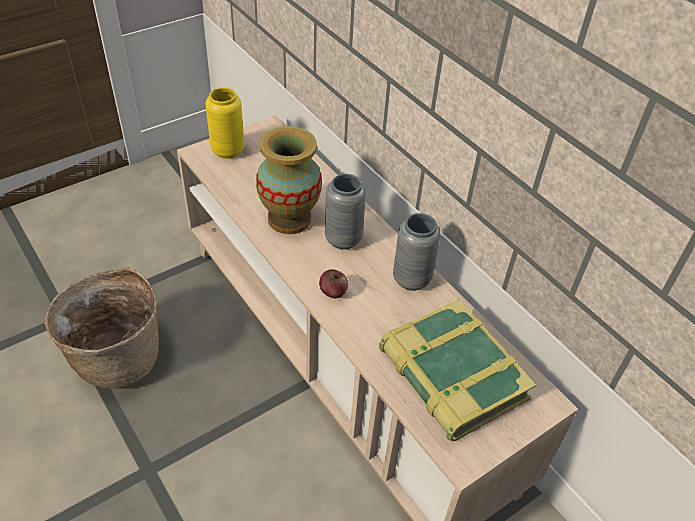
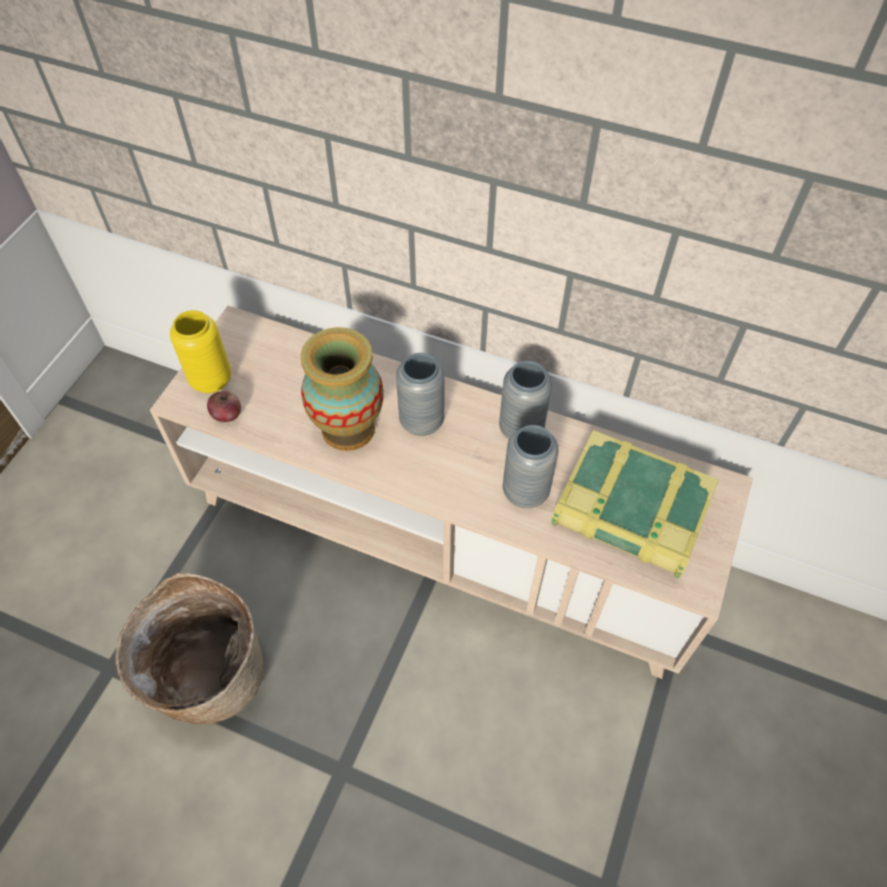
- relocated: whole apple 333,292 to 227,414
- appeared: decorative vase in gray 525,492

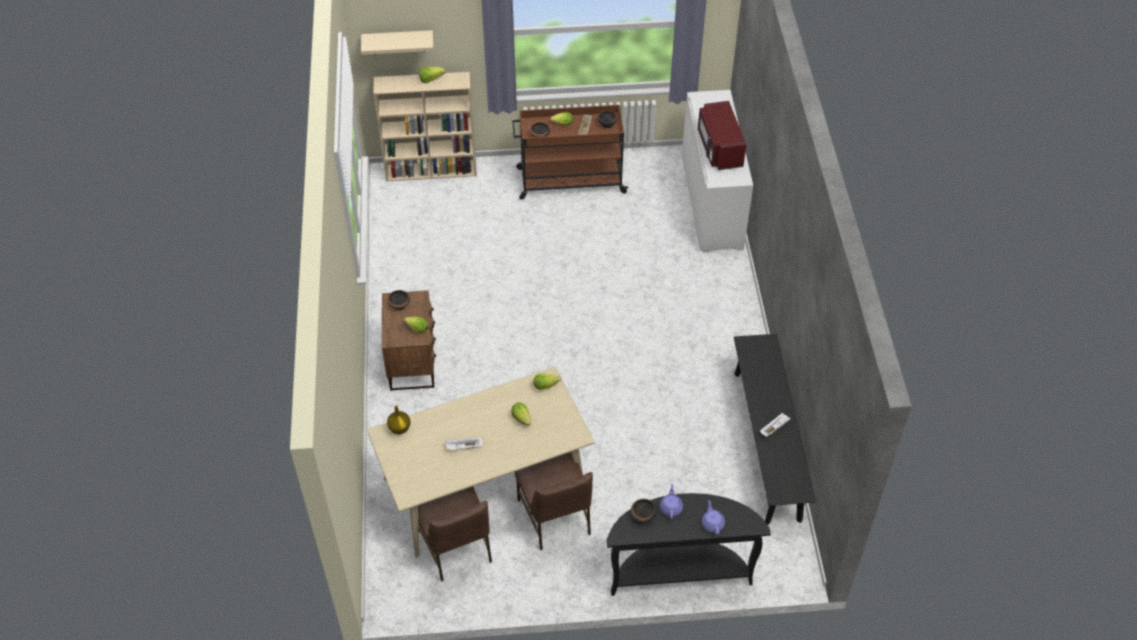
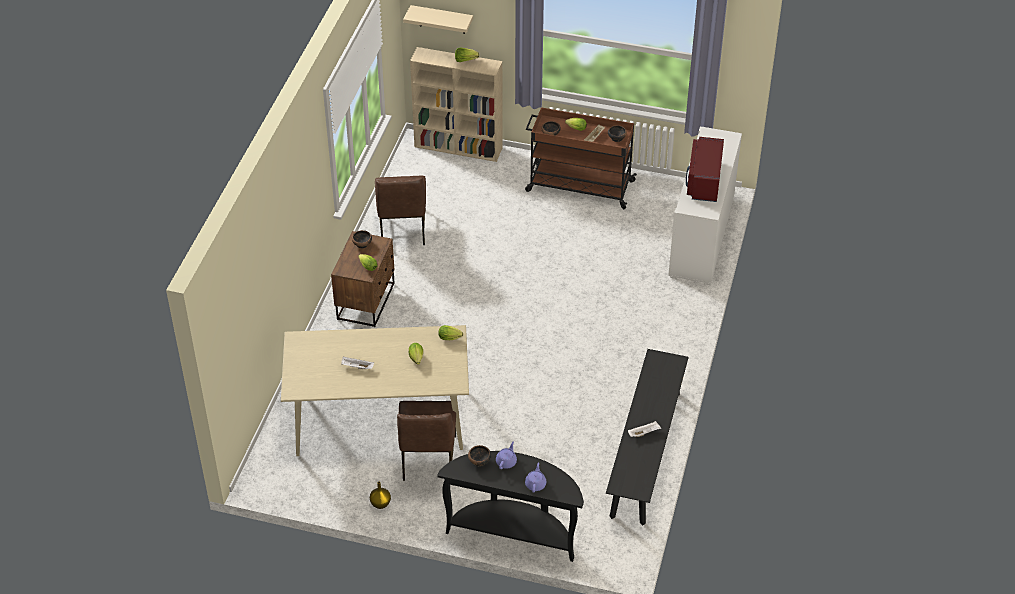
- relocated: decorative vase in yellowish 399,428 to 380,503
- relocated: upright chair in brown-coloured 455,547 to 402,229

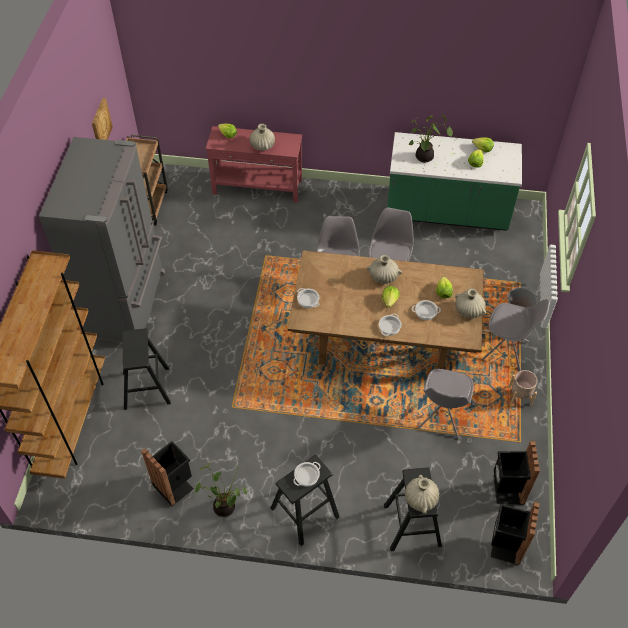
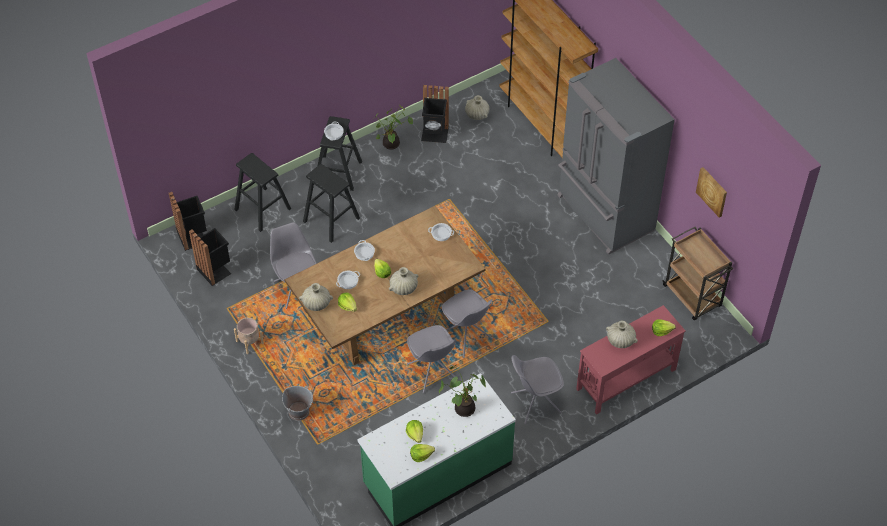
- relocated: upright chair in gray 506,351 to 534,403
- relocated: sitting stool in black 146,387 to 331,220
- relocated: decorative vase in beige-coloured 420,499 to 477,114

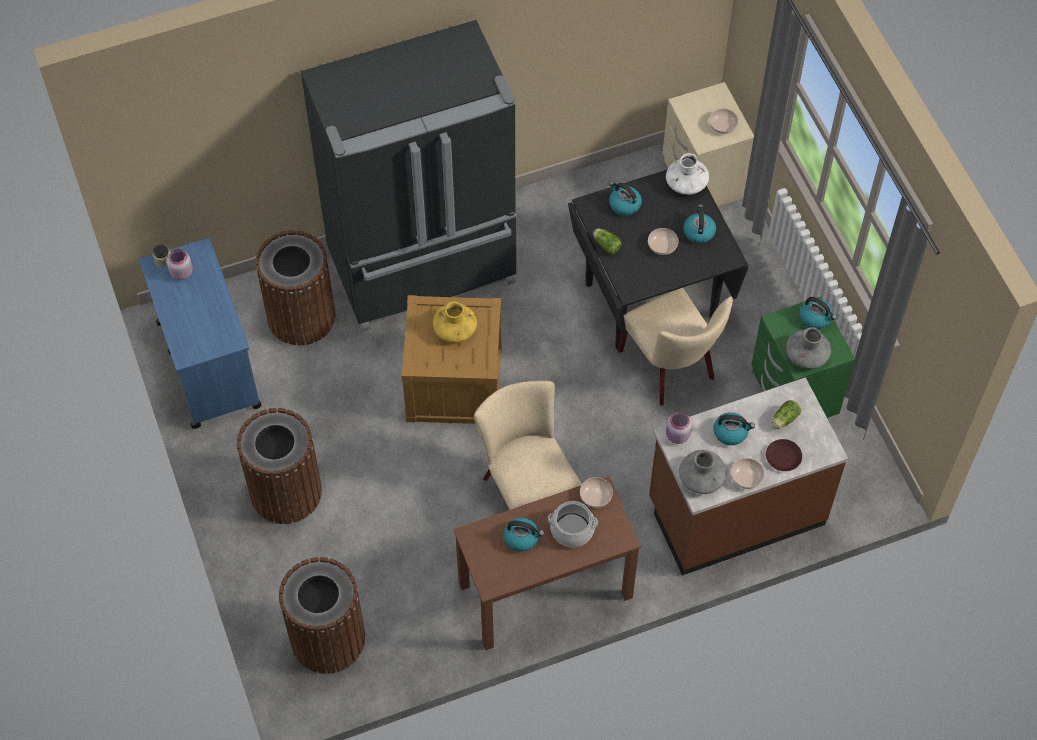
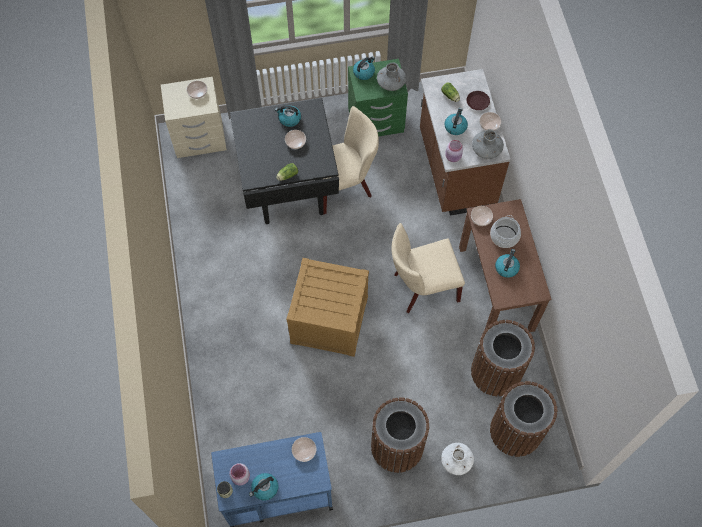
- missing: fridge in black 424,268
- relocated: decorative vase in white 686,183 to 456,461
- relocated: water kettle 624,204 to 264,488
- relocated: rubbish bin in brown-coloured 301,316 to 496,372
- missing: decorative vase in yellowish 455,329
- appeared: bowl 304,451

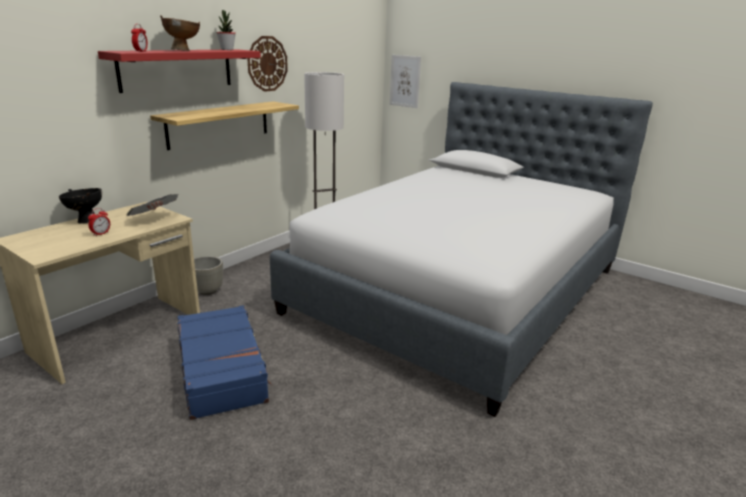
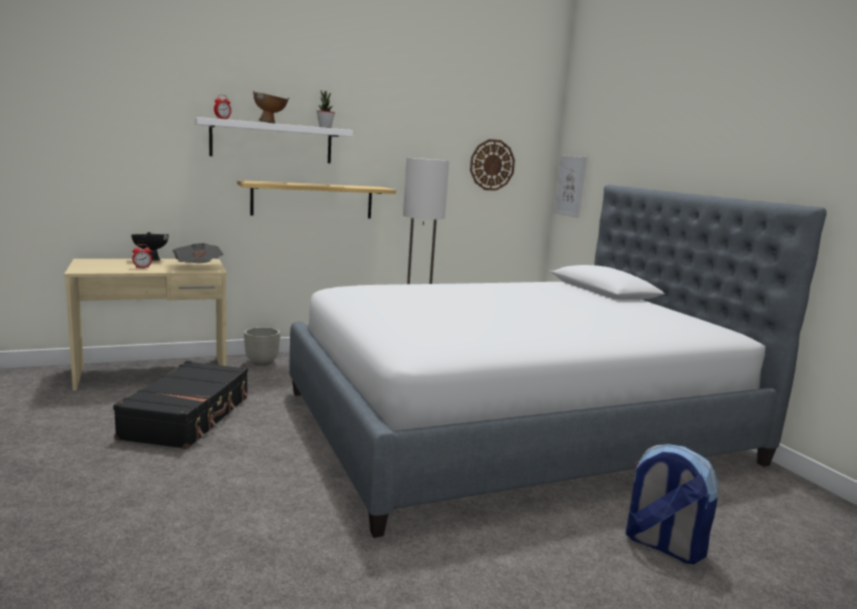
- relocated: wall clock 267,64 to 492,165
- colour: shelf in red-coloured 177,69 to shelf in white 272,142
- colour: suitcase in blue 222,370 to suitcase in black 188,417
- appeared: backpack 662,545

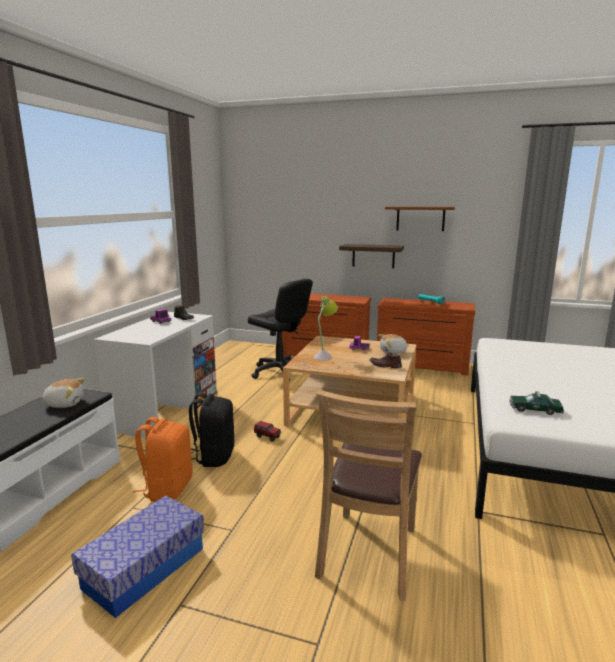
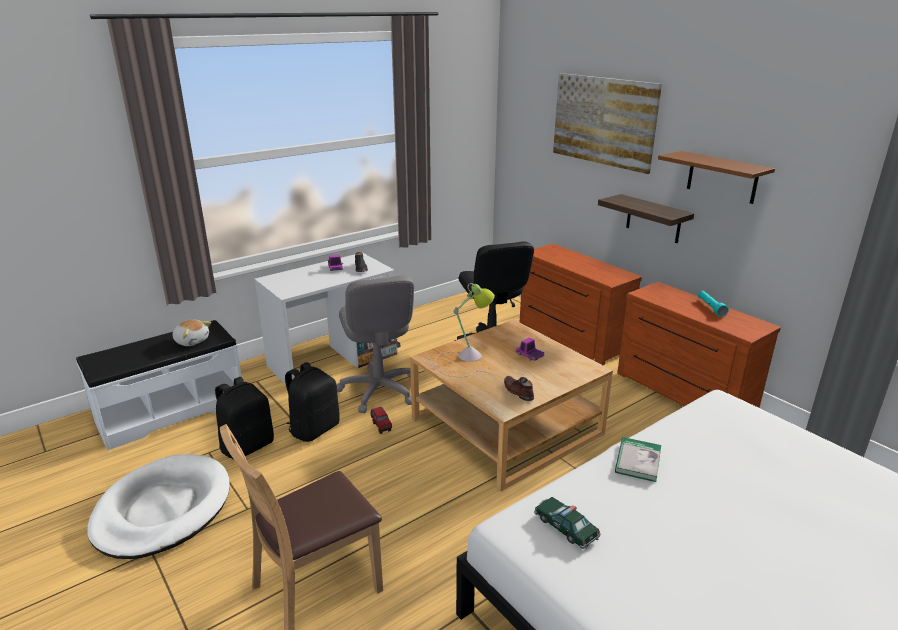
- missing: plush toy 393,352
- colour: backpack in orange 167,489 to backpack in black 247,446
- exchanged: storage box 144,568 to dog bed in white 163,509
- appeared: wall picture 603,121
- appeared: office chair in gray 379,390
- appeared: bound book 637,461

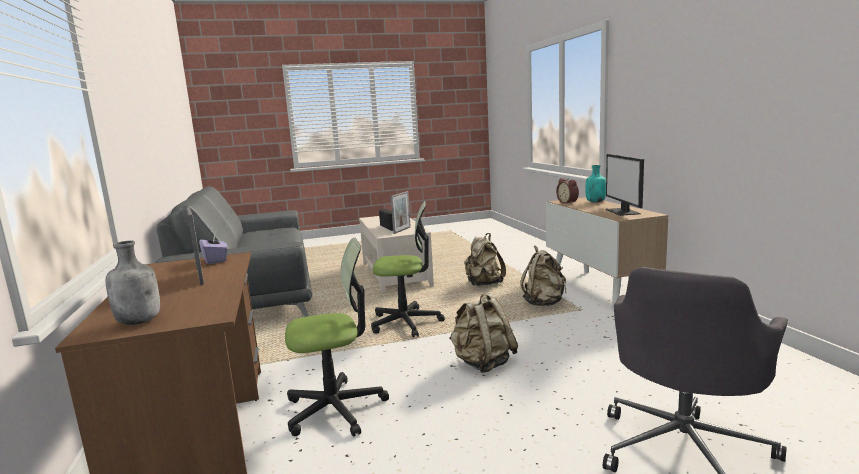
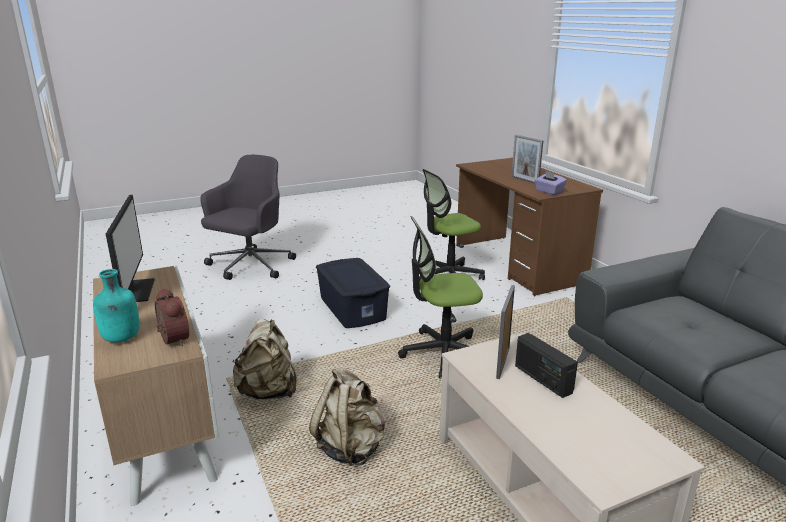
- missing: bottle in gray 140,321
- exchanged: backpack in beige-coloured 483,363 to storage box in blue 352,308

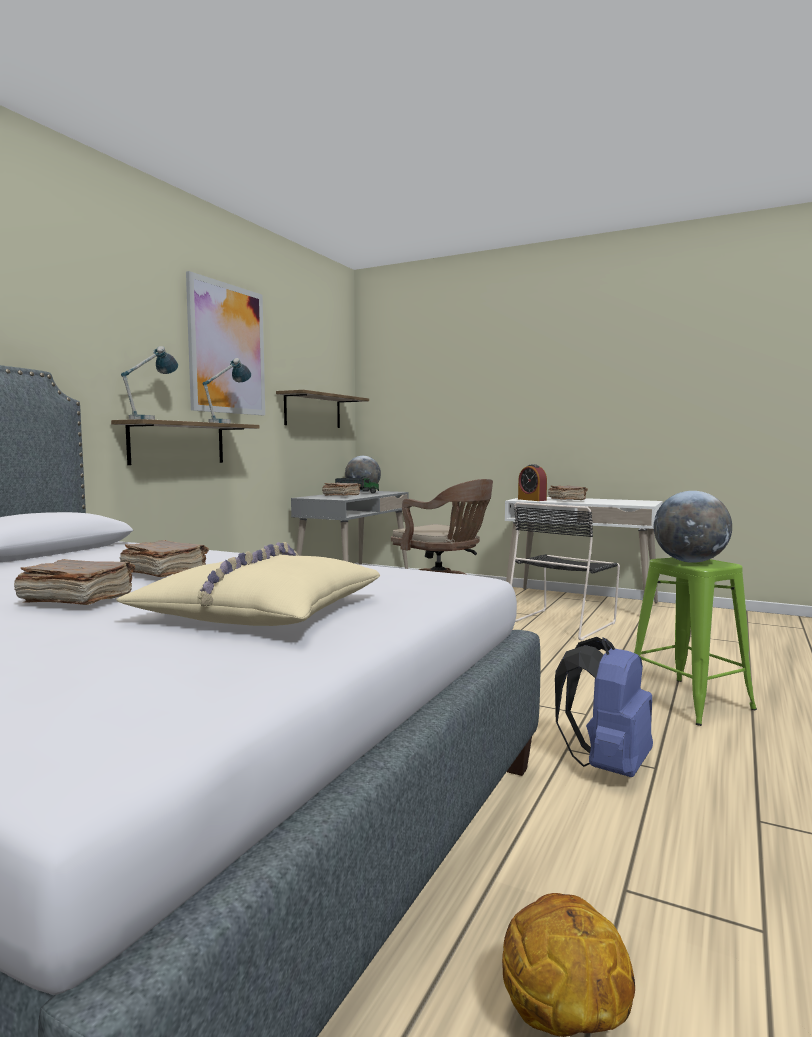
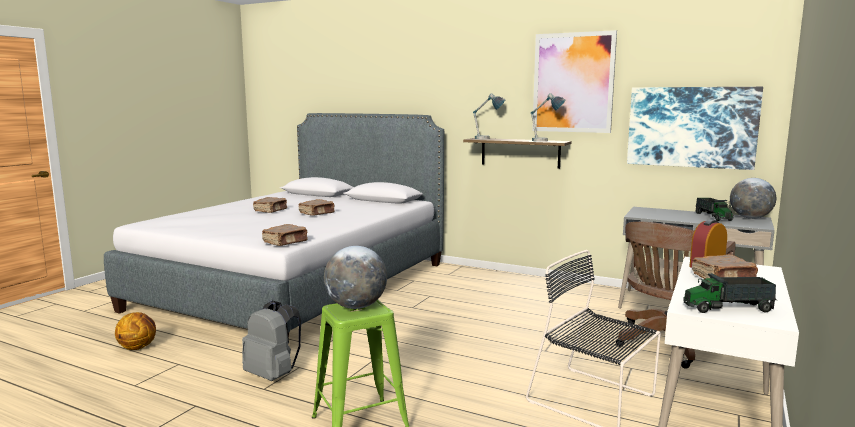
- exchanged: shelf 313,411 to wall picture 691,127
- relocated: bound book in brown-coloured 341,496 to 286,242
- missing: cushion in beige-coloured 260,612
- colour: backpack in blue 607,766 to backpack in gray 273,375
- appeared: toy lorry 728,308

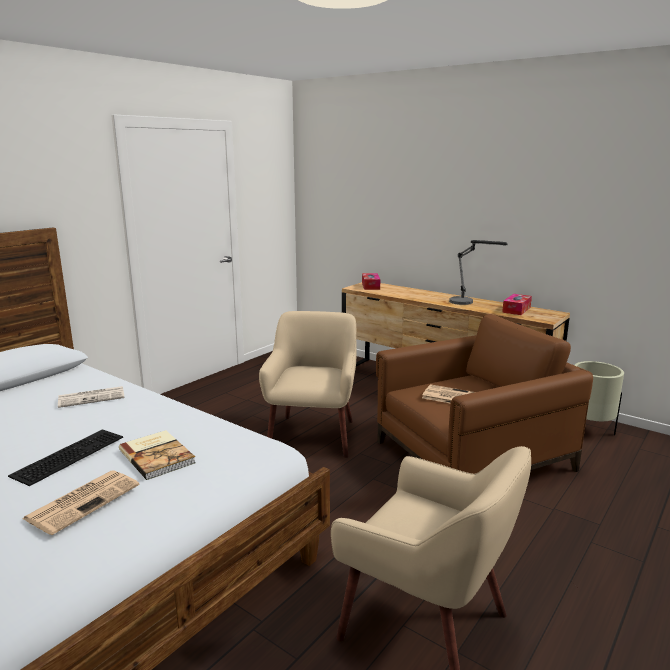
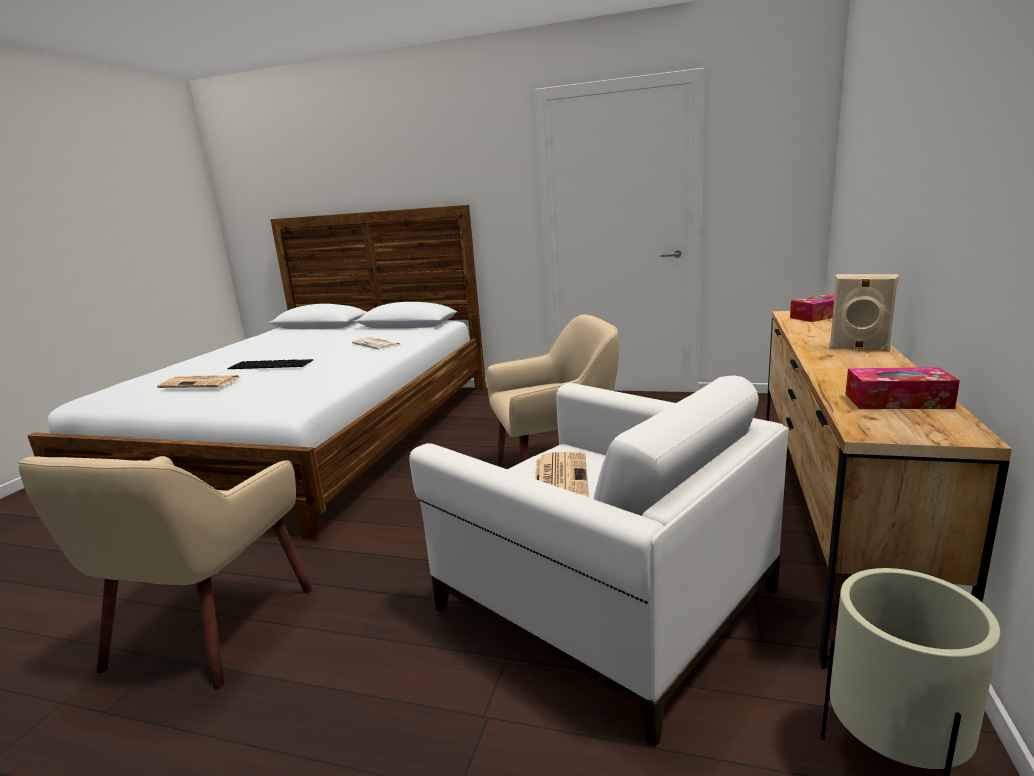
- missing: lamp for a table 467,303
- colour: armchair in brown-coloured 472,456 to armchair in white 603,598
- missing: bound book 158,456
- appeared: speaker in beige-coloured 858,348

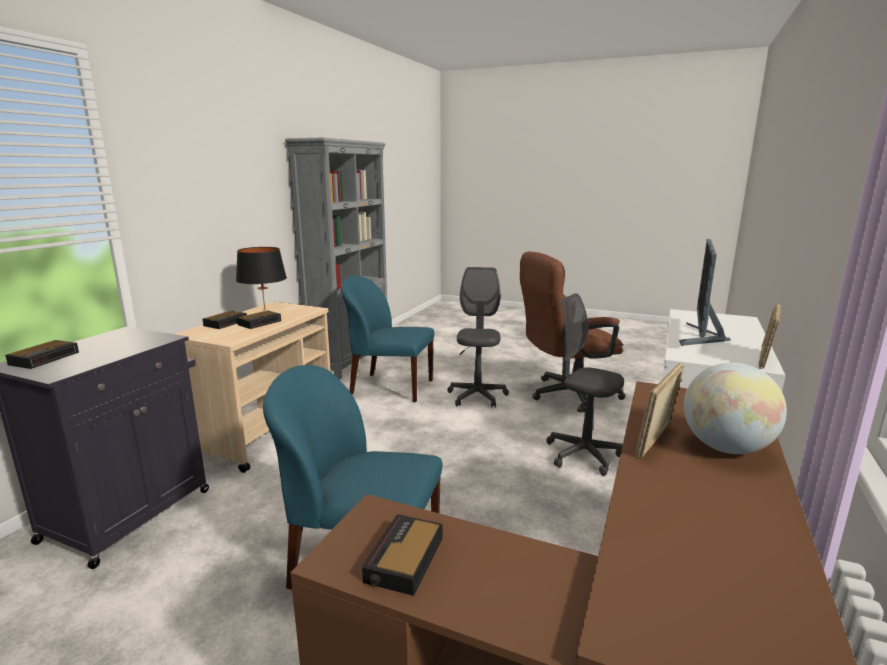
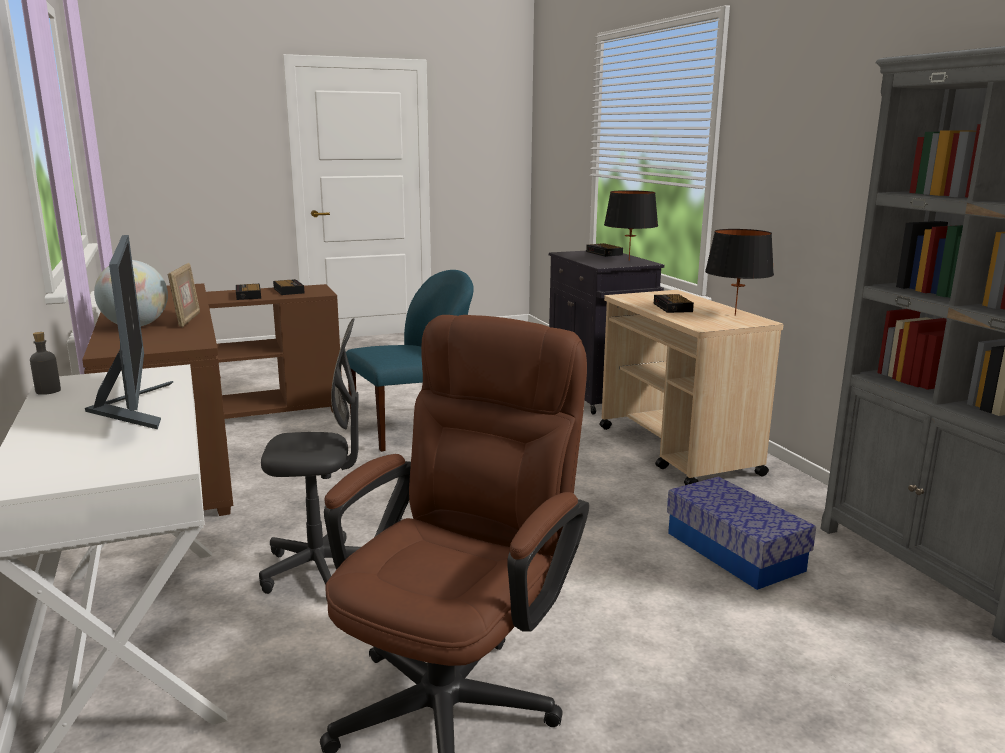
- missing: office chair in gray 477,396
- exchanged: upright chair in blue 390,387 to storage box 734,551
- exchanged: picture frame 765,359 to bottle in gray 48,391
- relocated: bedside clock 226,322 to 248,295
- appeared: lamp for a table in black 629,260

